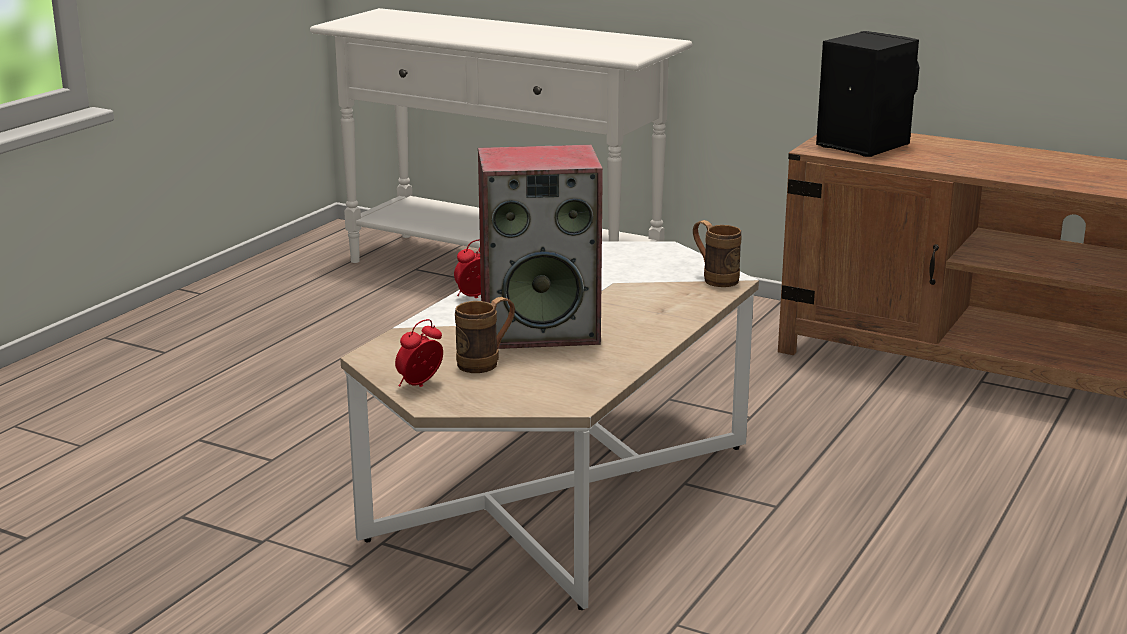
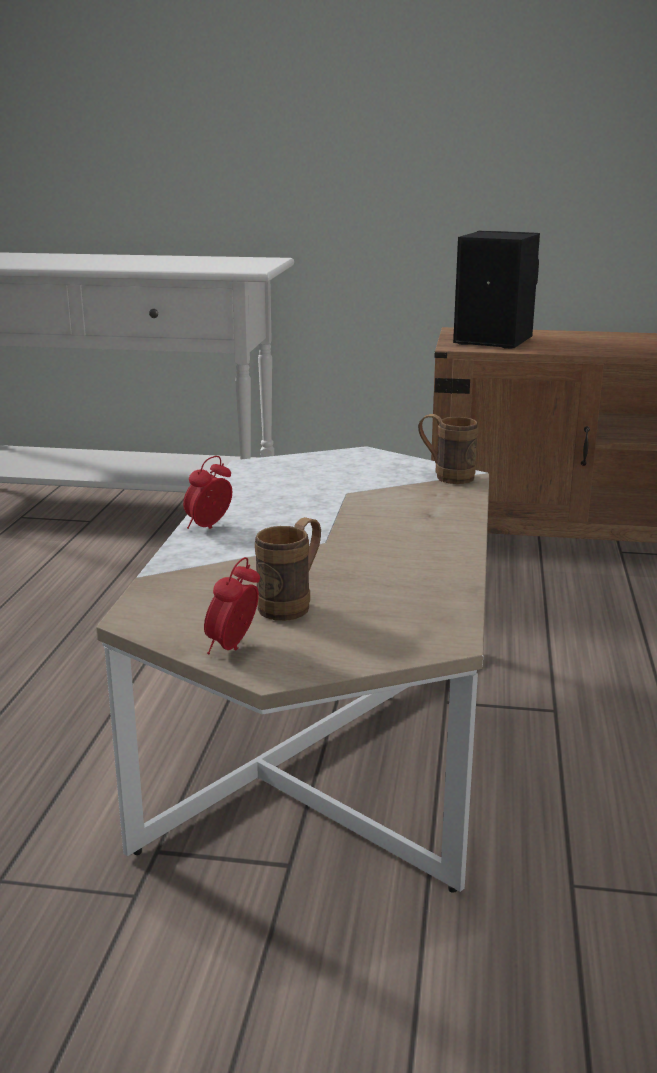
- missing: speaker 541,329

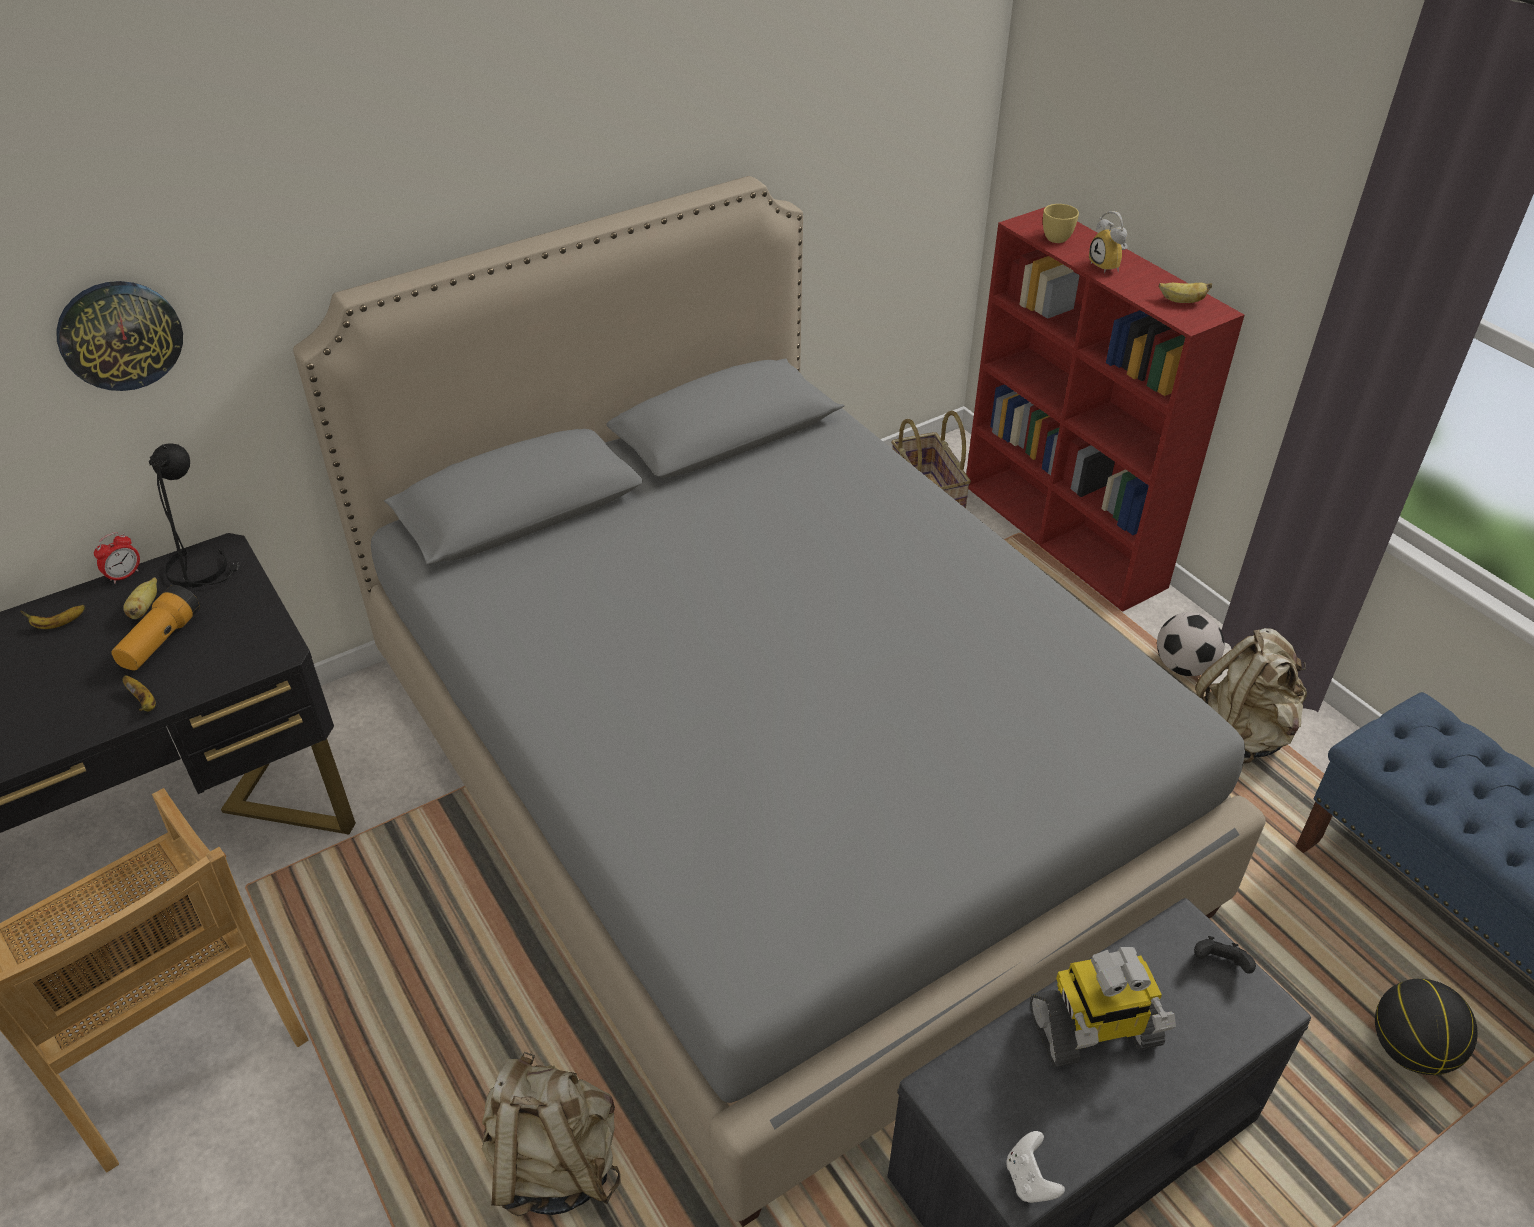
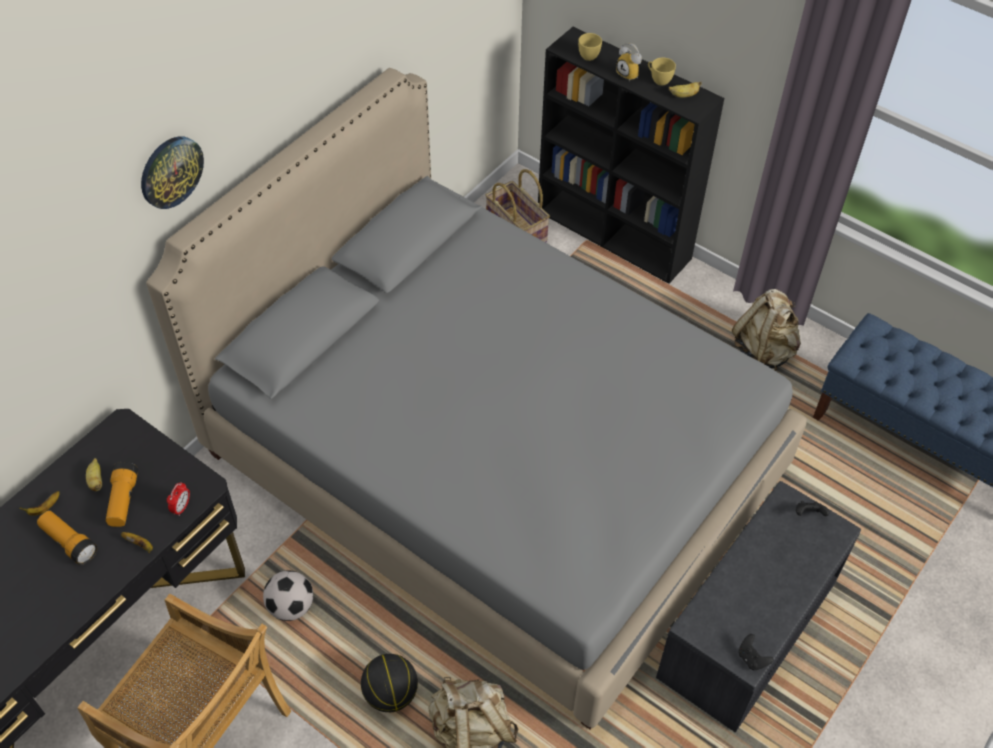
- colour: bookcase in red-coloured 1064,536 to bookcase in black 615,235
- relocated: wall clock 120,335 to 171,171
- missing: lamp for a table in black 201,568
- relocated: bedside clock 125,575 to 181,507
- relocated: football ball 1183,666 to 291,606
- missing: toy robot 1094,1030
- relocated: basketball 1410,1049 to 391,693
- colour: joypad in white 1030,1179 to joypad in black 752,658
- appeared: cup in yellowish 658,80
- appeared: torch 69,542

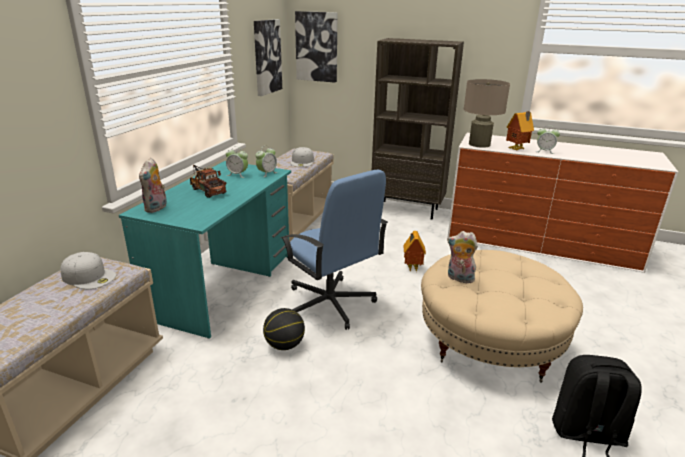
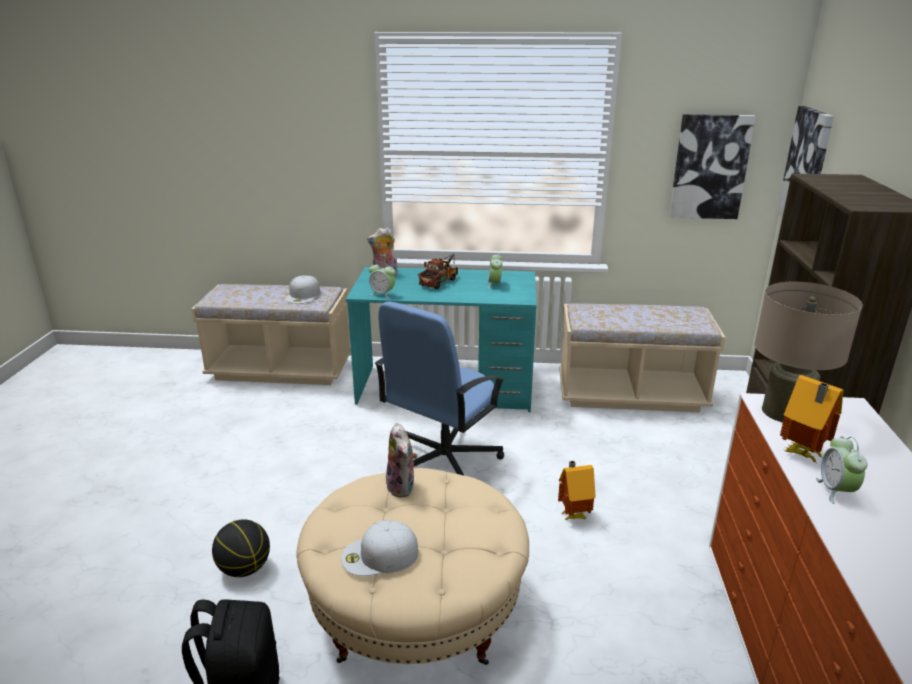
- relocated: bedside clock 267,173 to 382,294
- relocated: cap in white 302,162 to 379,556
- spun: plush toy 459,278 = 403,487 150 degrees clockwise
- relocated: basketball 284,345 to 245,568

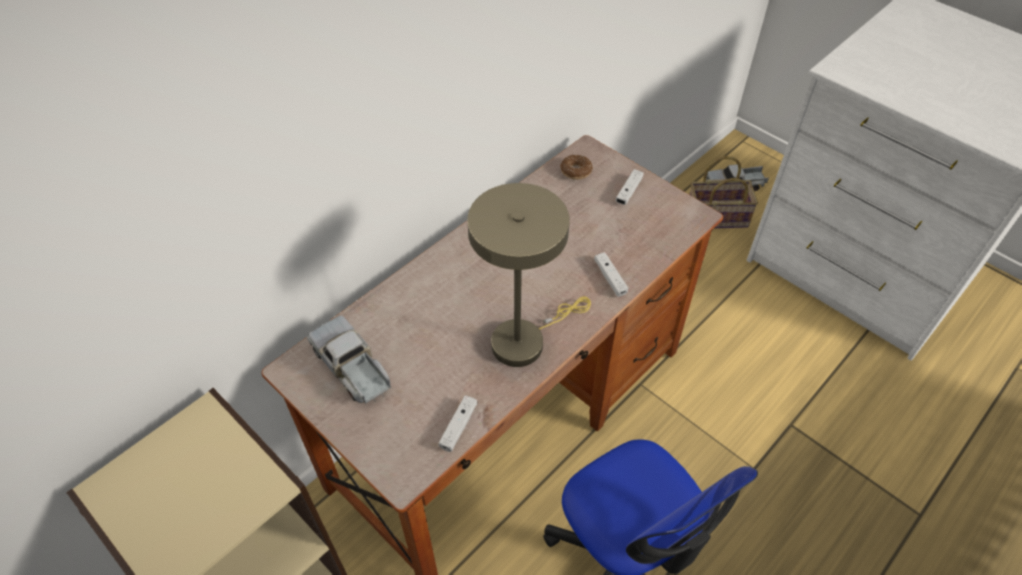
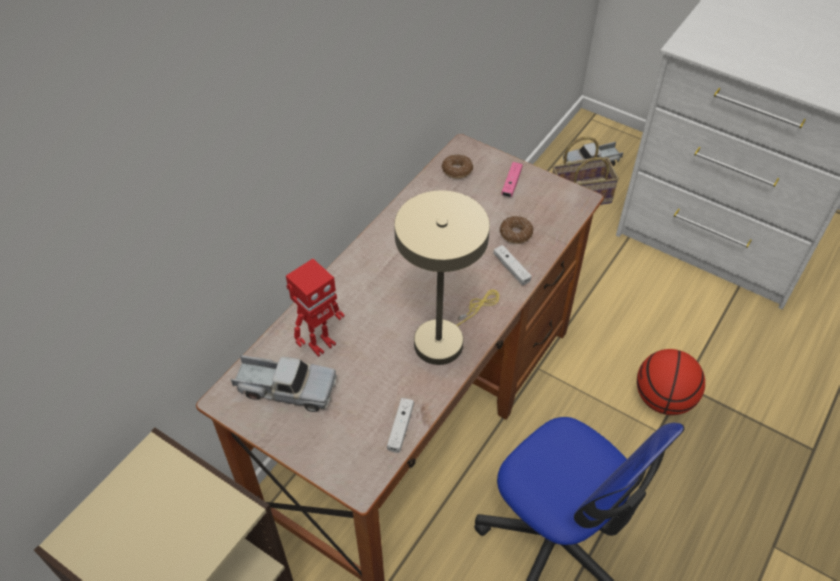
- colour: joypad in white 629,191 to joypad in pinkish 511,184
- spun: toy lorry 352,368 = 285,388 150 degrees clockwise
- appeared: doughnut 515,233
- appeared: toy robot 320,344
- appeared: basketball 663,399

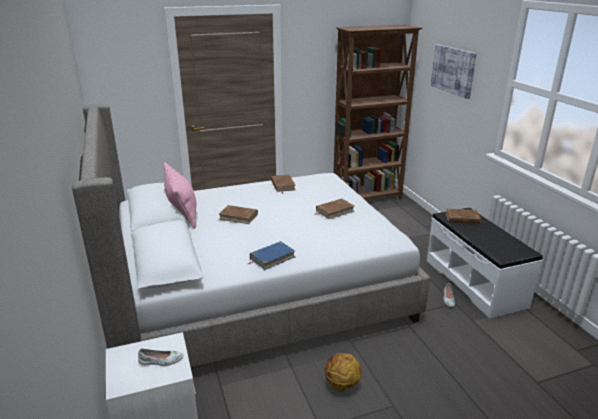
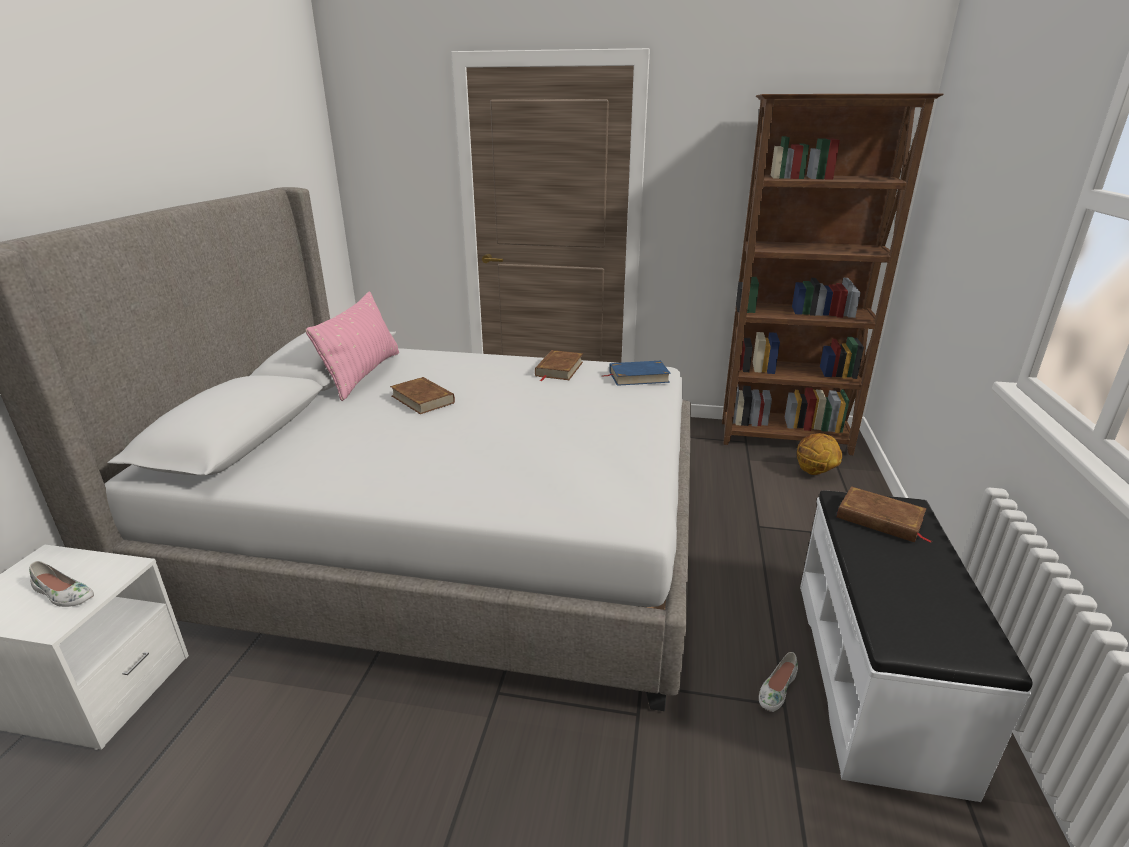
- missing: wall picture 453,70
- missing: bound book in brown-coloured 334,211
- relocated: bound book in blue 272,258 to 638,377
- relocated: basketball 341,385 to 814,472

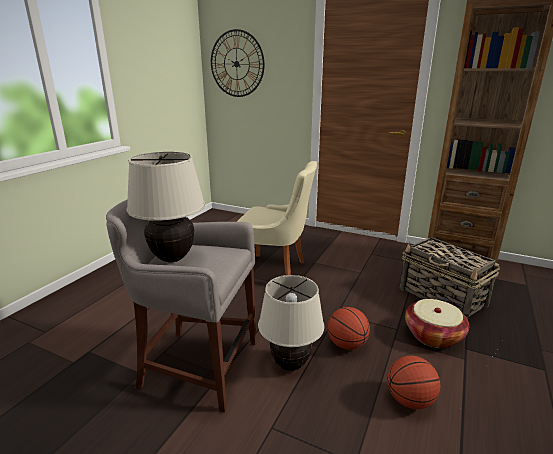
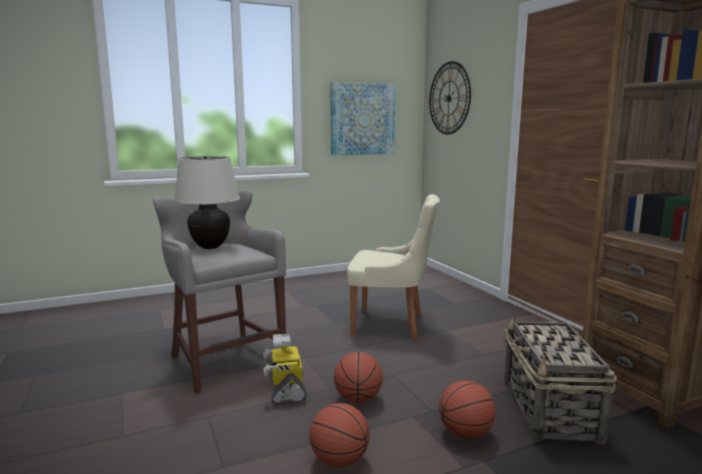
- spun: upright chair in beige-coloured 275,271 = 391,325 45 degrees counterclockwise
- exchanged: lamp for a table in beige-coloured 290,364 to toy robot 286,389
- exchanged: household basket 433,335 to basketball 465,433
- appeared: wall picture 362,119

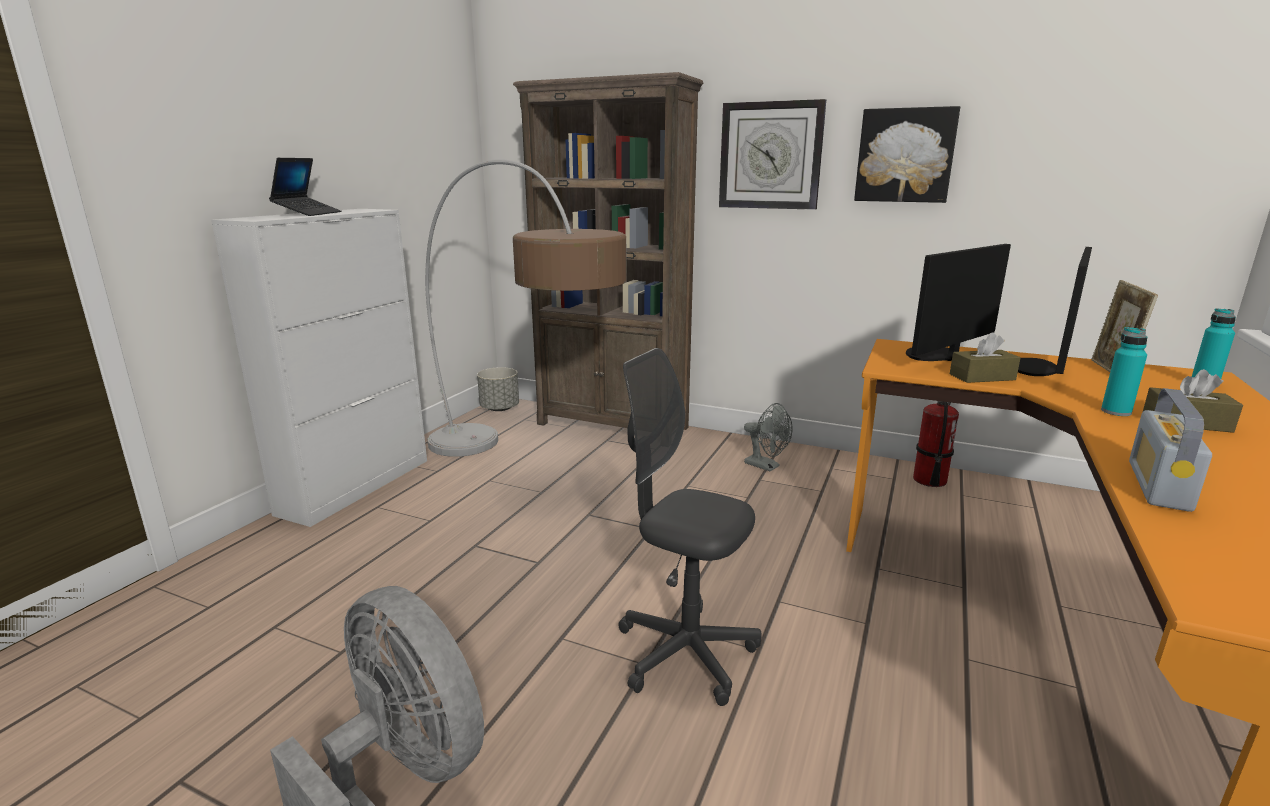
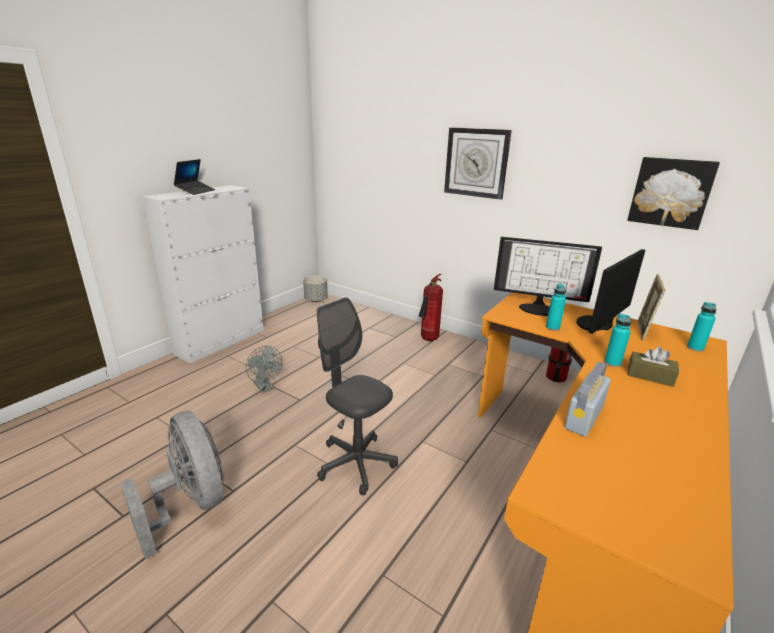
- missing: bookcase in brown-coloured 613,426
- relocated: wall picture 905,155 to 671,192
- missing: standard lamp 526,468
- spun: monitor 937,356 = 539,308 135 degrees counterclockwise
- exchanged: tissue holder in brown-coloured 982,377 to bottle in blue-green 552,327
- relocated: electric fan in gray 766,466 to 265,387
- appeared: fire-fighting cylinder 428,340

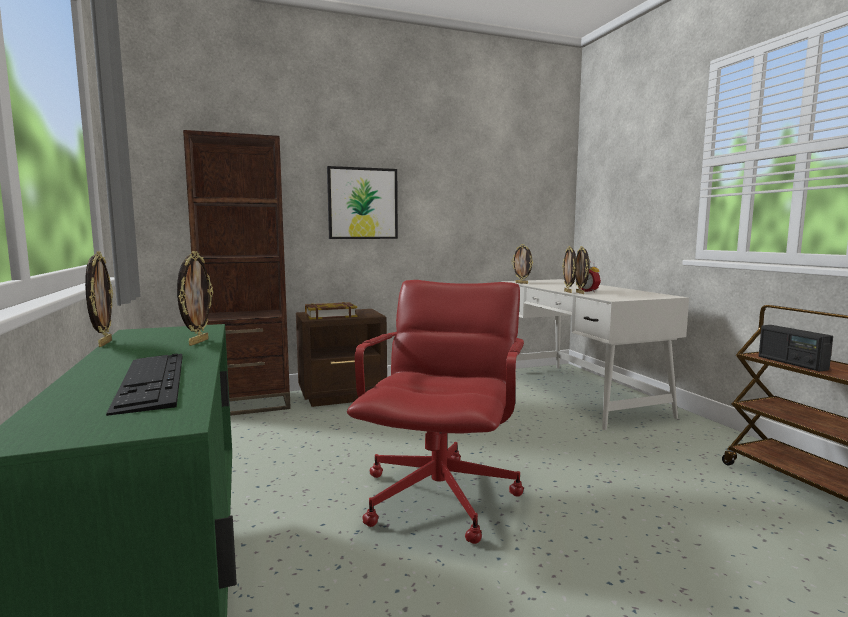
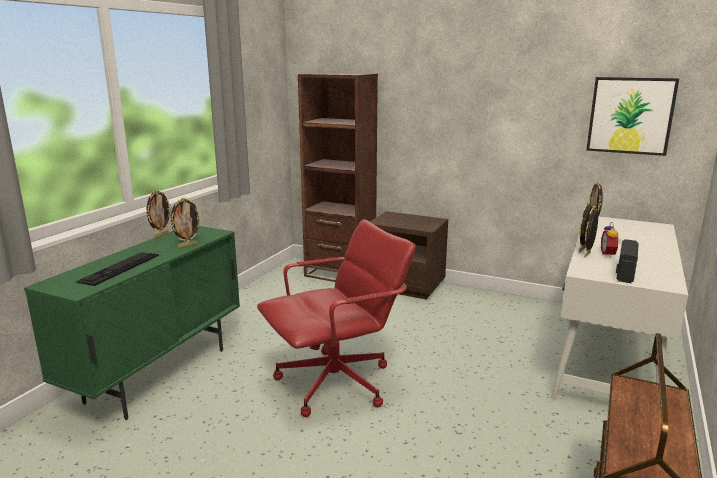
- relocated: wall picture 362,203 to 630,115
- missing: bound book 330,315
- relocated: radio receiver 791,363 to 625,273

